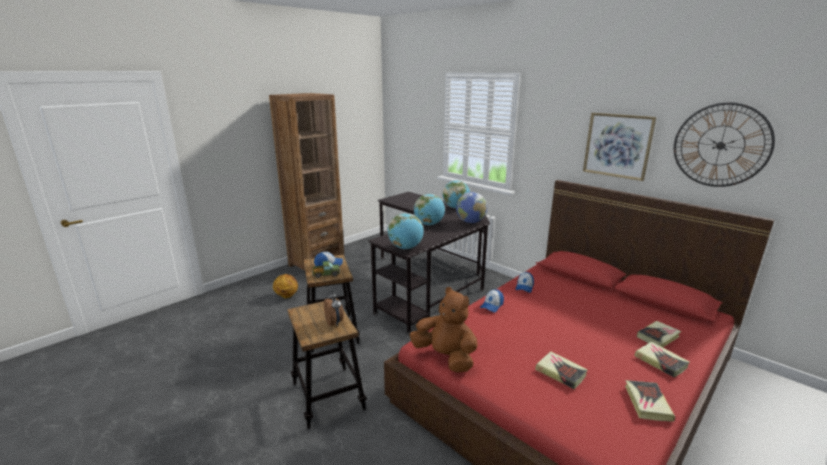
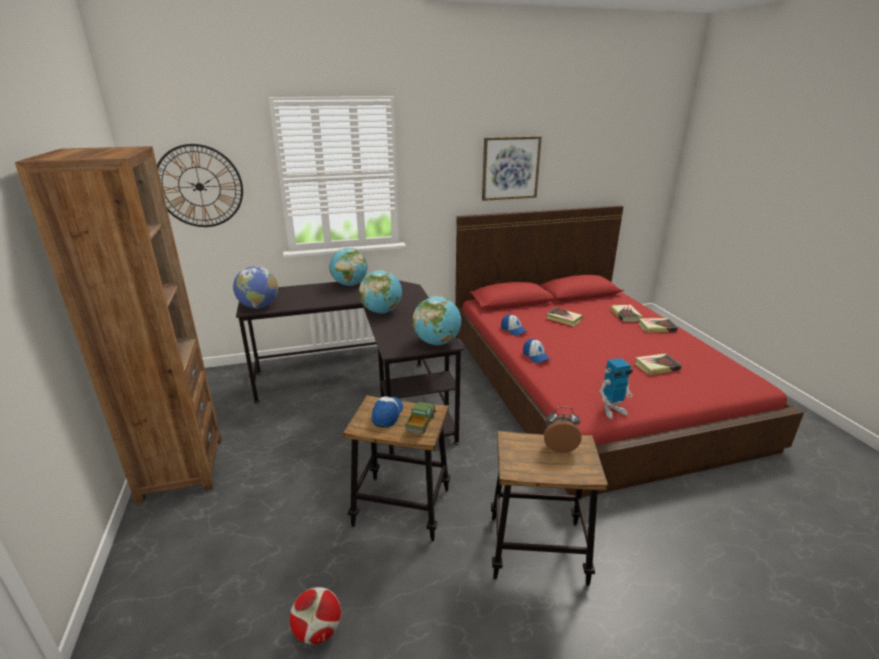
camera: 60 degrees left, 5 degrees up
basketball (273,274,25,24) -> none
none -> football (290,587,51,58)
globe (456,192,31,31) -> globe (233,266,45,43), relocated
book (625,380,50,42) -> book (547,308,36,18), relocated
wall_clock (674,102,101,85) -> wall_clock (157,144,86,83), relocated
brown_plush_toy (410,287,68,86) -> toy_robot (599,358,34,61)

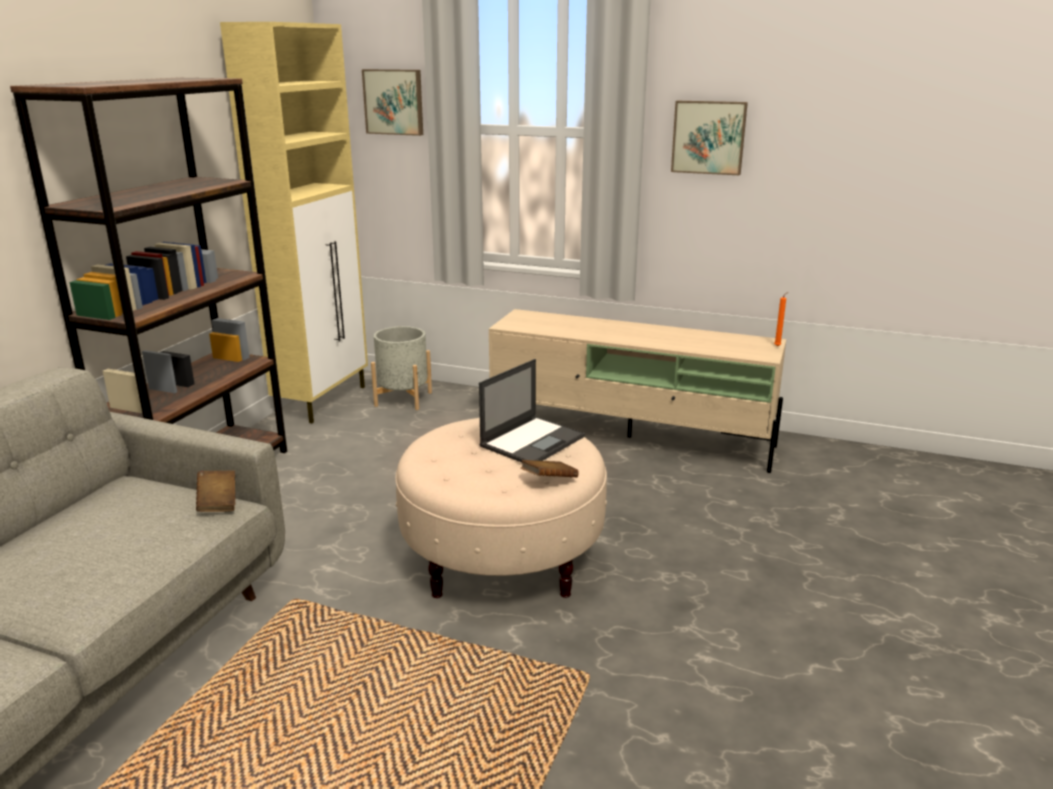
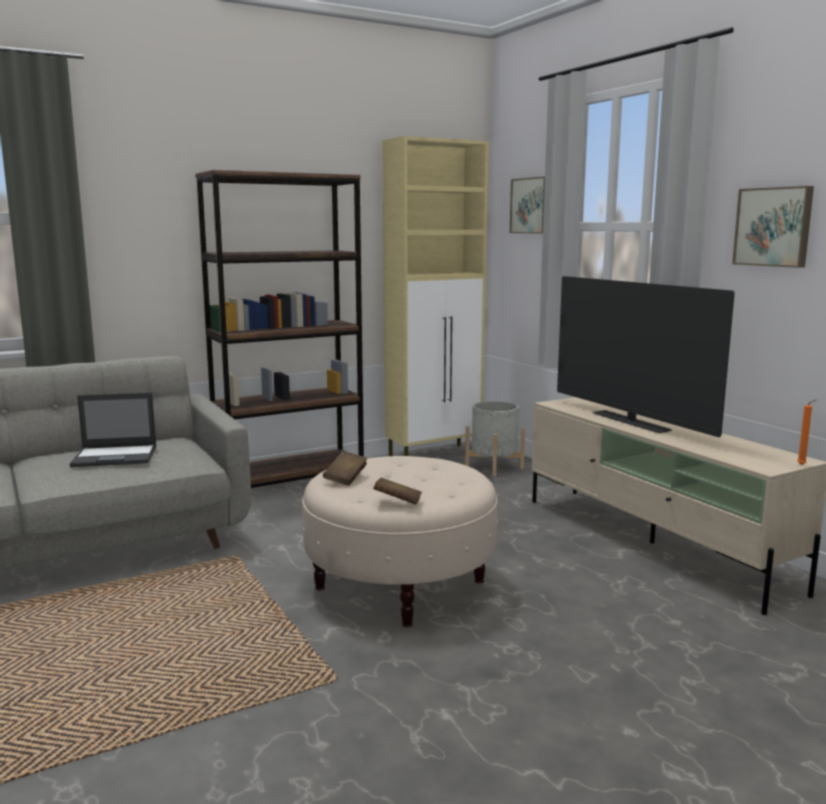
camera: 40 degrees right, 10 degrees down
none -> television (557,276,178,161)
brown_book (196,471,39,41) -> brown_book (323,451,45,35), relocated
laptop (479,359,106,103) -> laptop (69,393,87,74), relocated

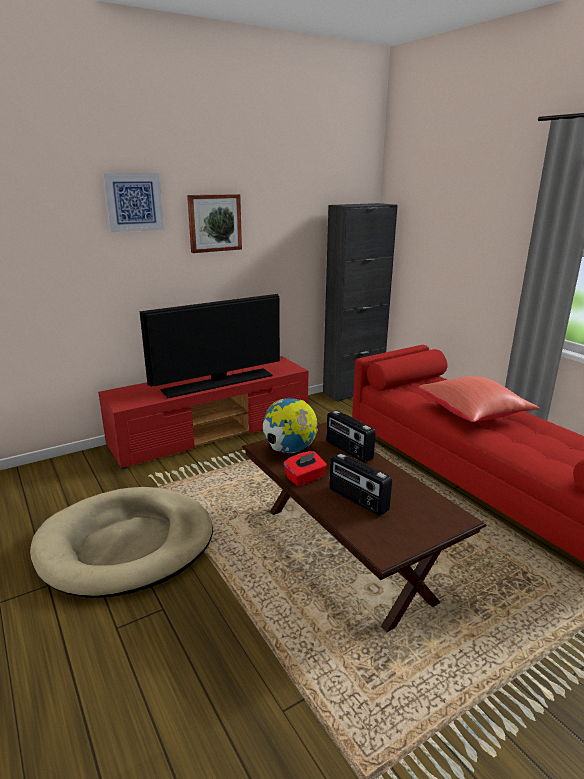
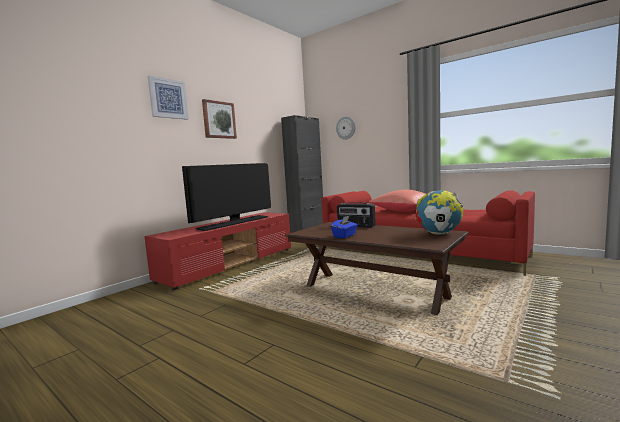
camera: 20 degrees left, 15 degrees down
beige_dog_bed (30,487,183,111) -> none
radio (329,453,63,63) -> none
none -> wall_clock (336,116,19,24)
globe (263,398,55,55) -> globe (415,190,48,45), relocated
red_tissue_box (284,451,43,35) -> blue_tissue_box (331,215,27,24)

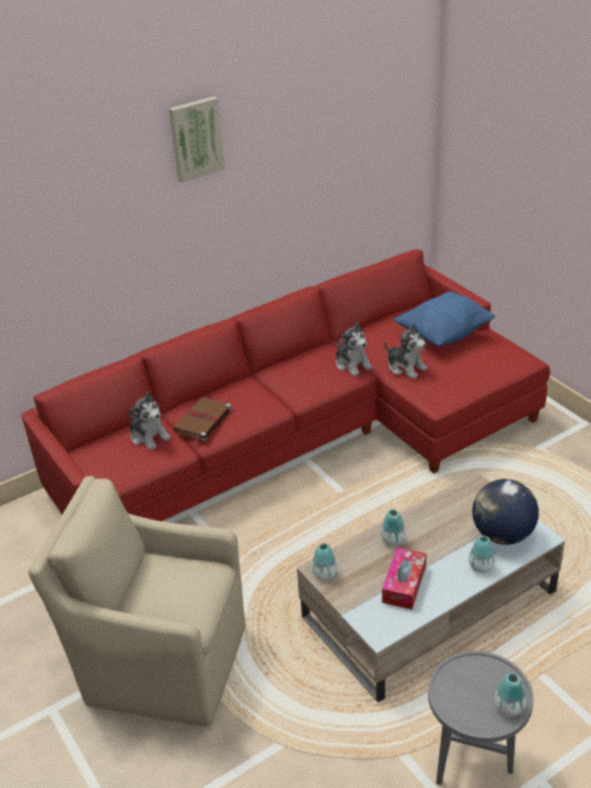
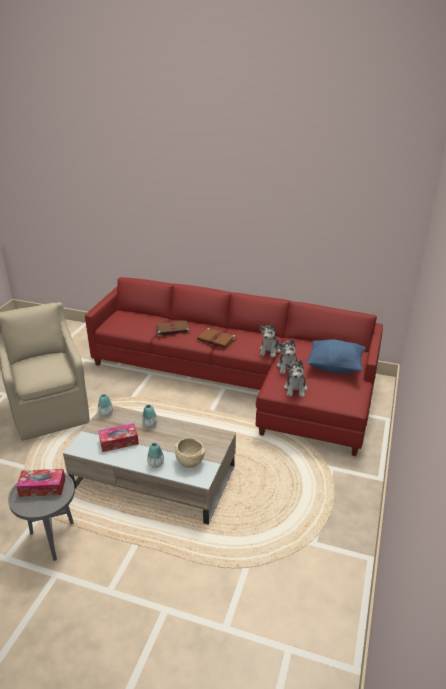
camera: 50 degrees right, 5 degrees down
picture (169,96,56,87) -> none
vase (494,673,32,43) -> none
none -> tissue_box (16,469,49,28)
none -> brown_book (197,328,38,20)
plush_toy (128,392,43,58) -> plush_toy (284,360,24,37), relocated
globe (472,479,67,66) -> beige_bowl (175,438,30,30)

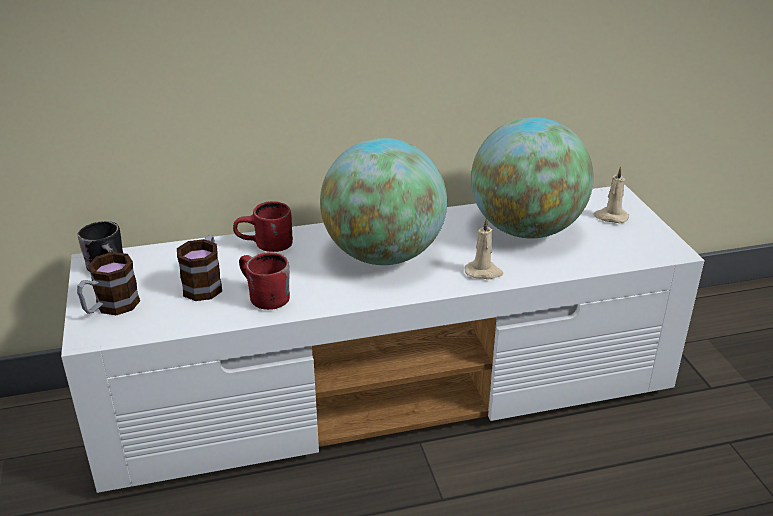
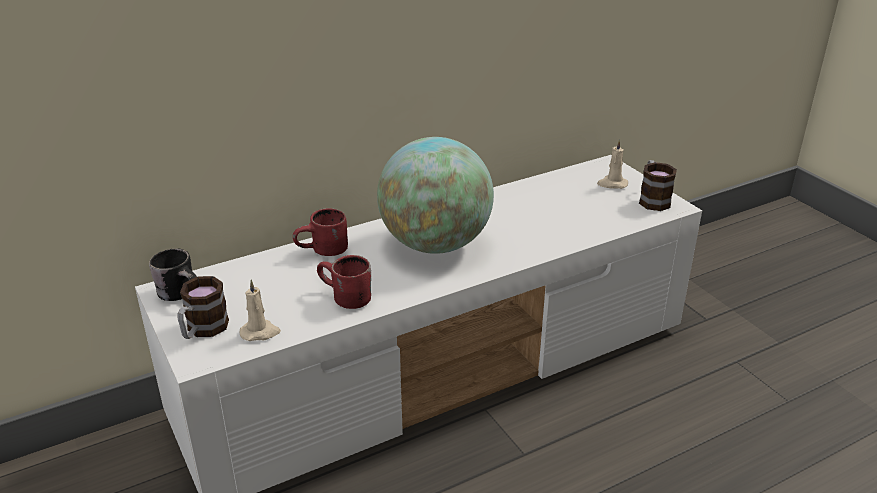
camera: 15 degrees left, 0 degrees up
globe (471,117,123,122) -> none
mug (177,235,45,66) -> mug (639,160,38,51), relocated
beige_candle (465,218,39,61) -> beige_candle (240,279,41,62), relocated

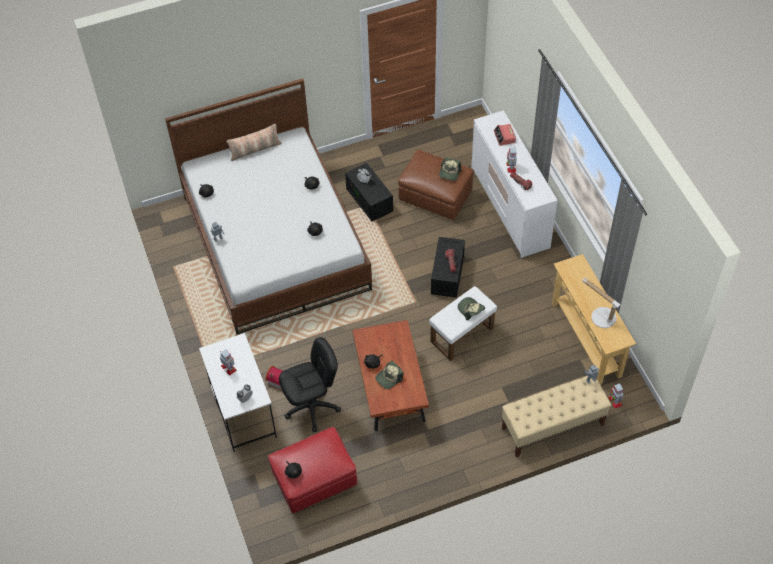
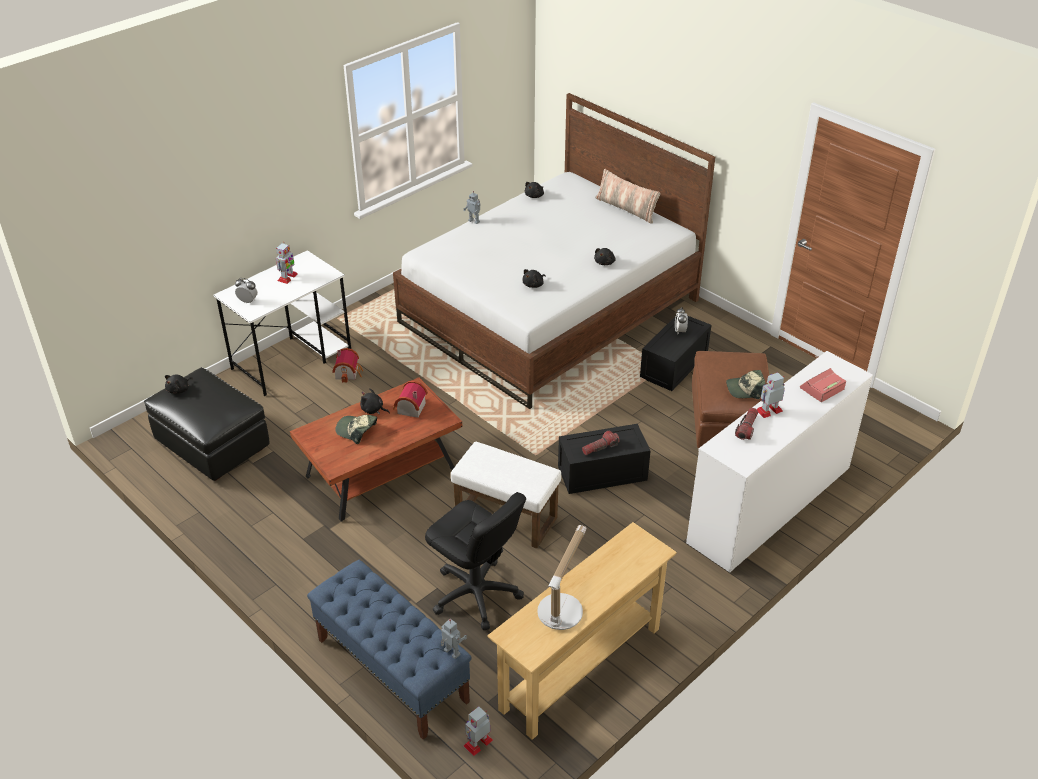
camera: 65 degrees right, 15 degrees down
cap (458,297,27,24) -> none
none -> toy_house (393,381,35,37)
black_office_chair (279,337,62,95) -> black_office_chair (425,492,101,138), relocated
red_ottoman (268,427,89,86) -> black_ottoman (144,367,125,114)
beige_bench (502,376,109,82) -> blue_bench (307,560,165,180)

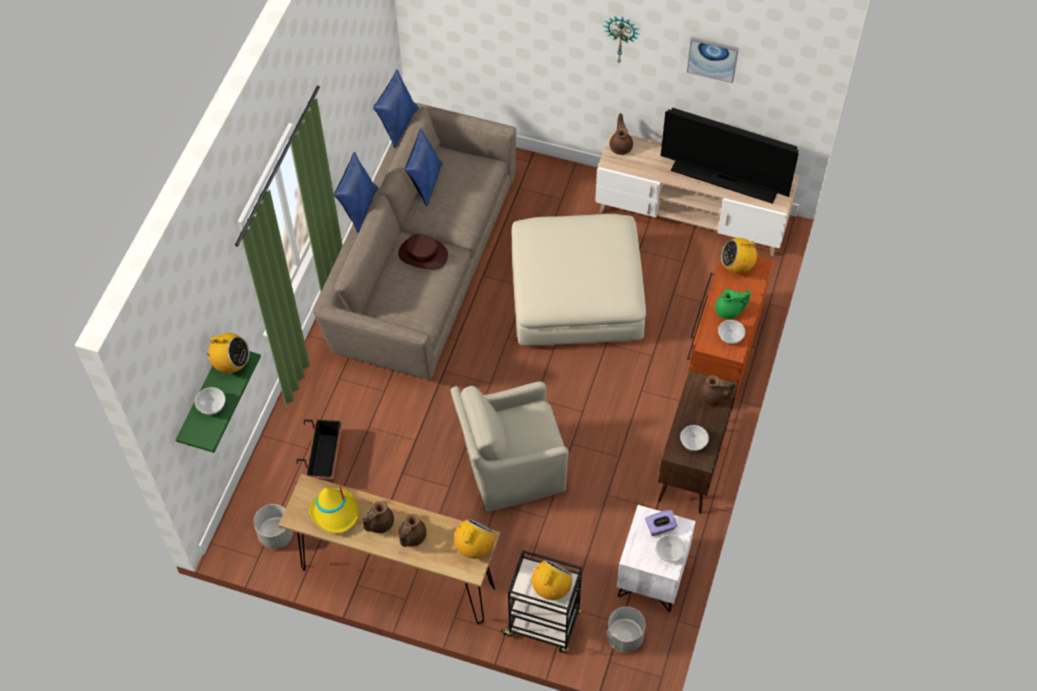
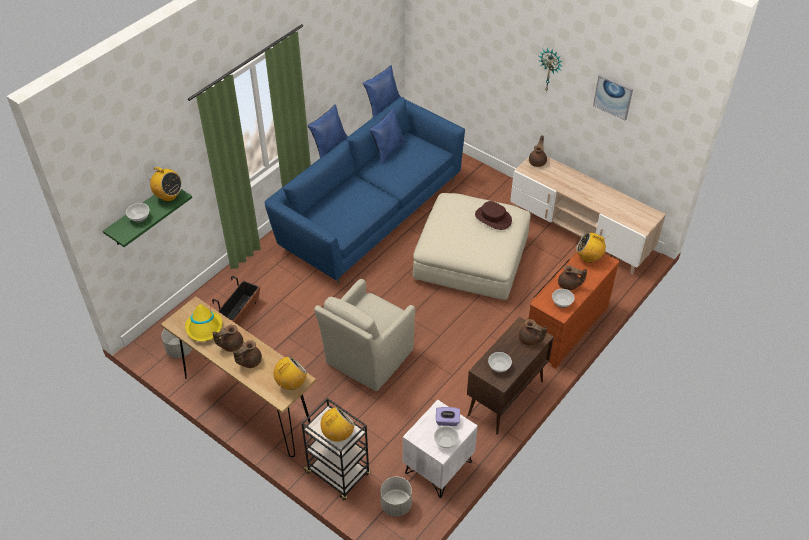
camera: 20 degrees right, 10 degrees down
television (661,108,138,96) -> none
brown_hat (398,234,50,36) -> brown_hat (475,201,37,29), relocated
beige_sofa (313,103,203,277) -> blue_sofa (265,97,200,186)
green_teapot (715,289,36,30) -> brown_teapot (558,265,29,25)
beige_armchair (451,381,118,131) -> beige_armchair (314,279,101,112), 60 degrees counterclockwise

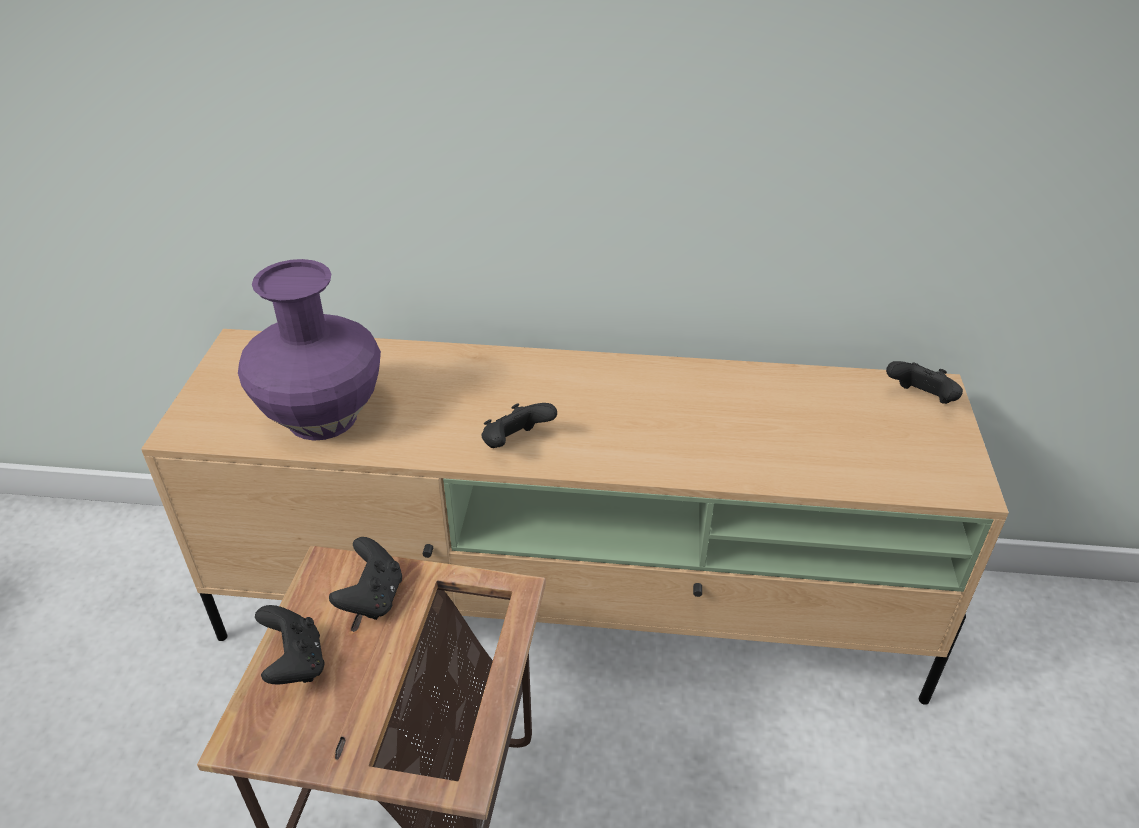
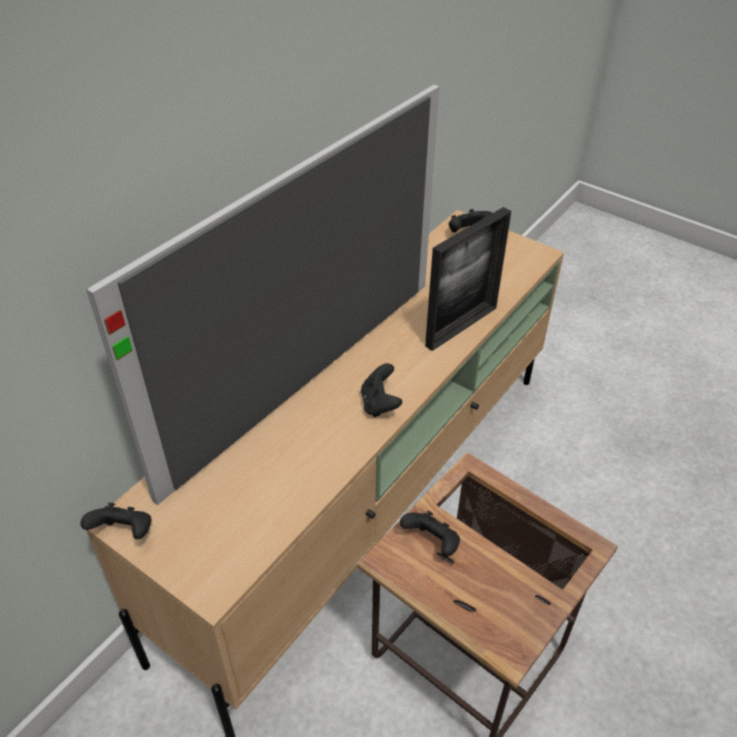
camera: 60 degrees left, 5 degrees up
purple_vase (238,259,143,181) -> none
none -> television (86,84,354,421)
none -> picture_frame (425,207,86,144)
black_game_controller (255,605,69,79) -> black_game_controller (80,503,71,36), relocated

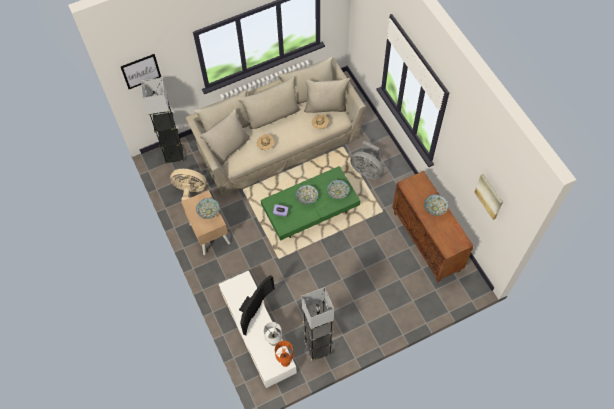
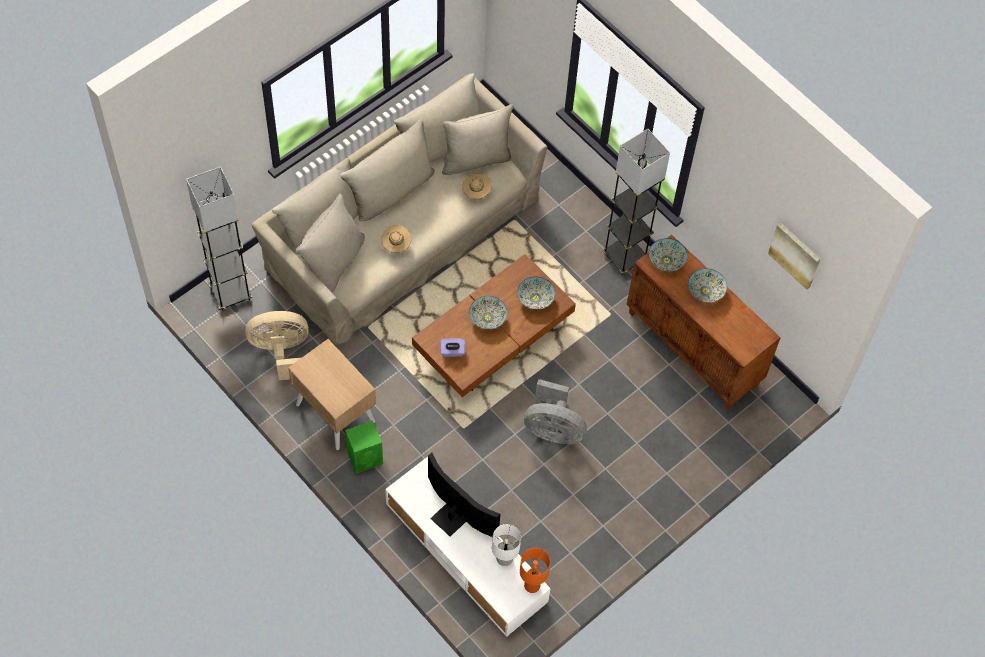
camera: 20 degrees left, 0 degrees up
picture (121,54,40,35) -> none
none -> green_speaker (345,421,38,53)
bowl (196,198,24,21) -> bowl (649,238,38,33), relocated
grey_floor_lamp (301,287,33,74) -> grey_floor_lamp (602,129,68,146), relocated
grey_fan (350,141,34,39) -> grey_fan (524,379,63,65), relocated
green_coffee_table (261,166,99,75) -> brown_coffee_table (412,254,164,143)
television (239,275,36,61) -> television (428,452,72,85), 60 degrees counterclockwise

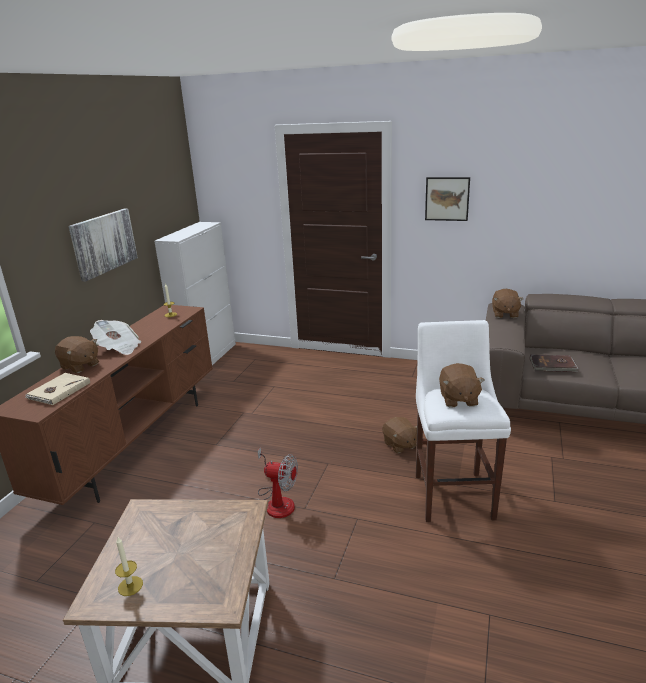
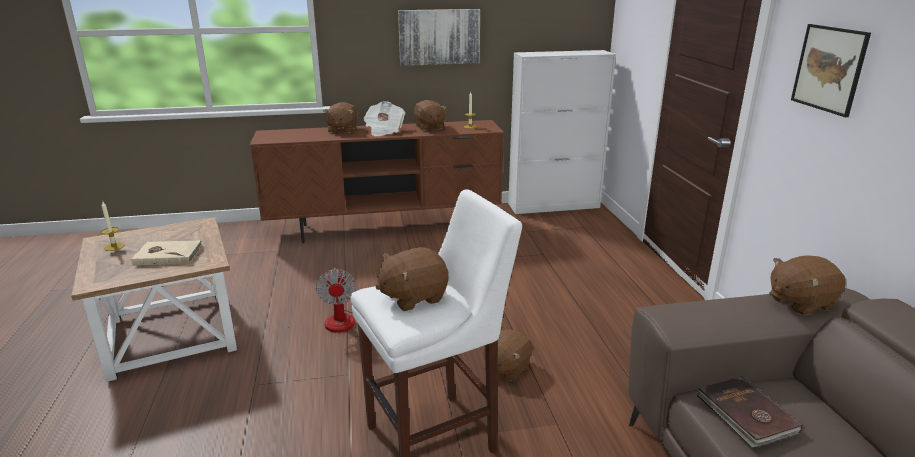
camera: 60 degrees right, 0 degrees up
none -> brown_plush_toy (414,100,33,31)
beige_book (25,373,65,32) -> beige_book (131,240,72,26), relocated

